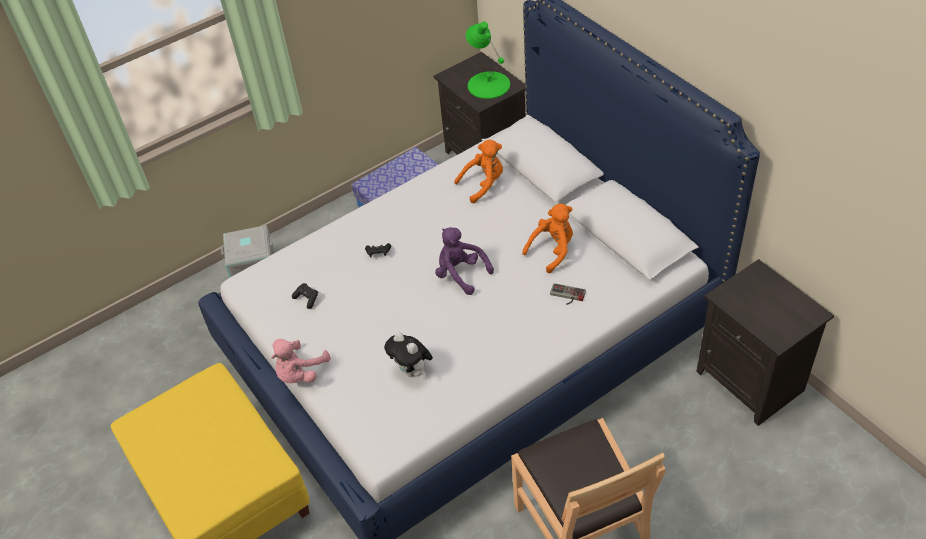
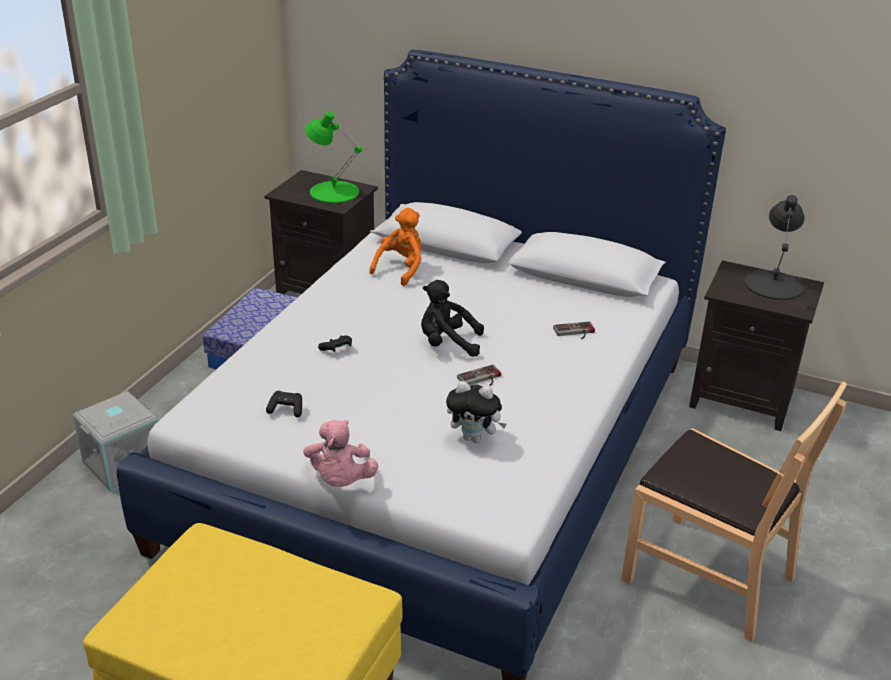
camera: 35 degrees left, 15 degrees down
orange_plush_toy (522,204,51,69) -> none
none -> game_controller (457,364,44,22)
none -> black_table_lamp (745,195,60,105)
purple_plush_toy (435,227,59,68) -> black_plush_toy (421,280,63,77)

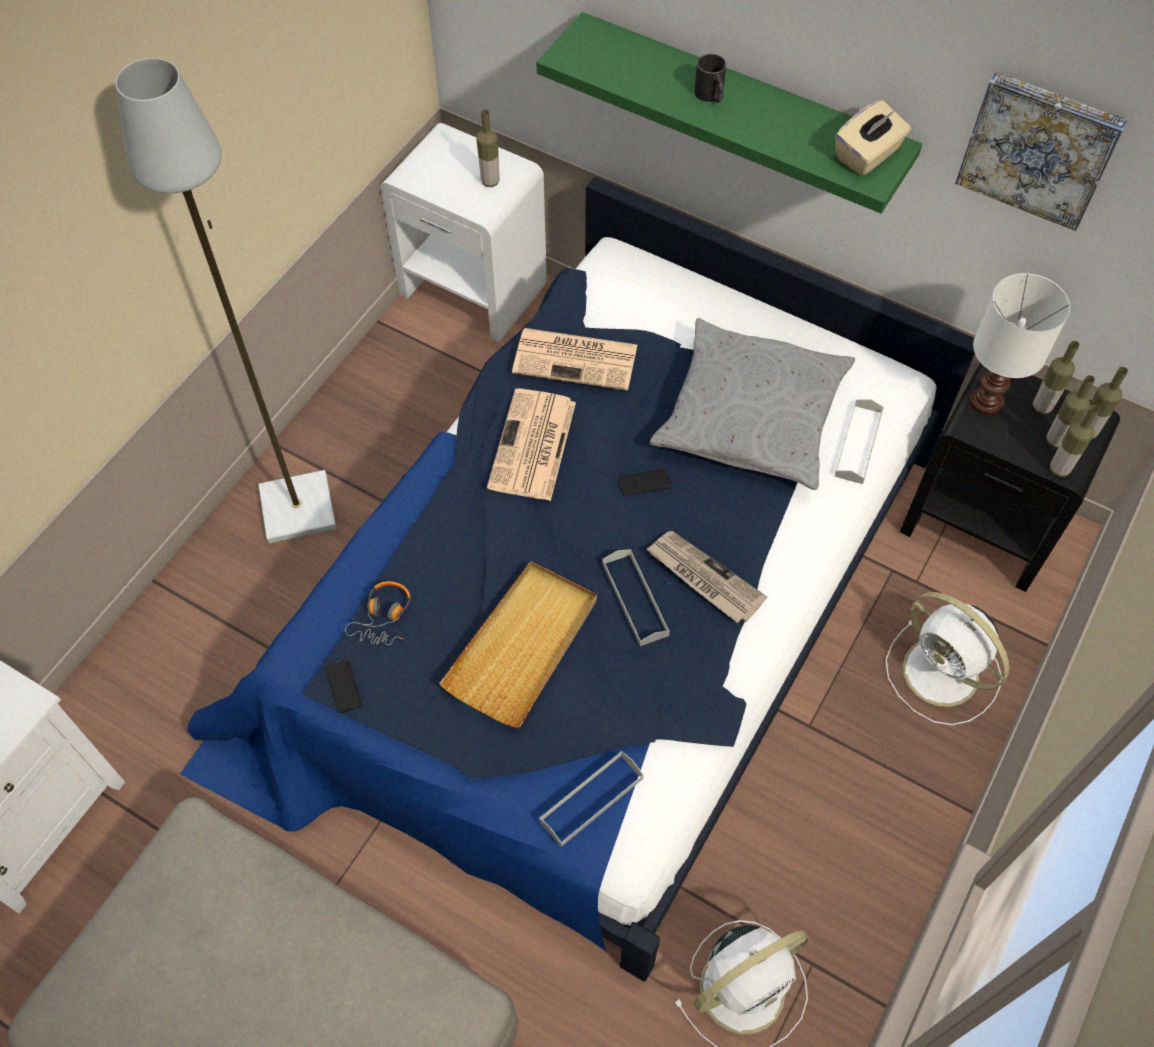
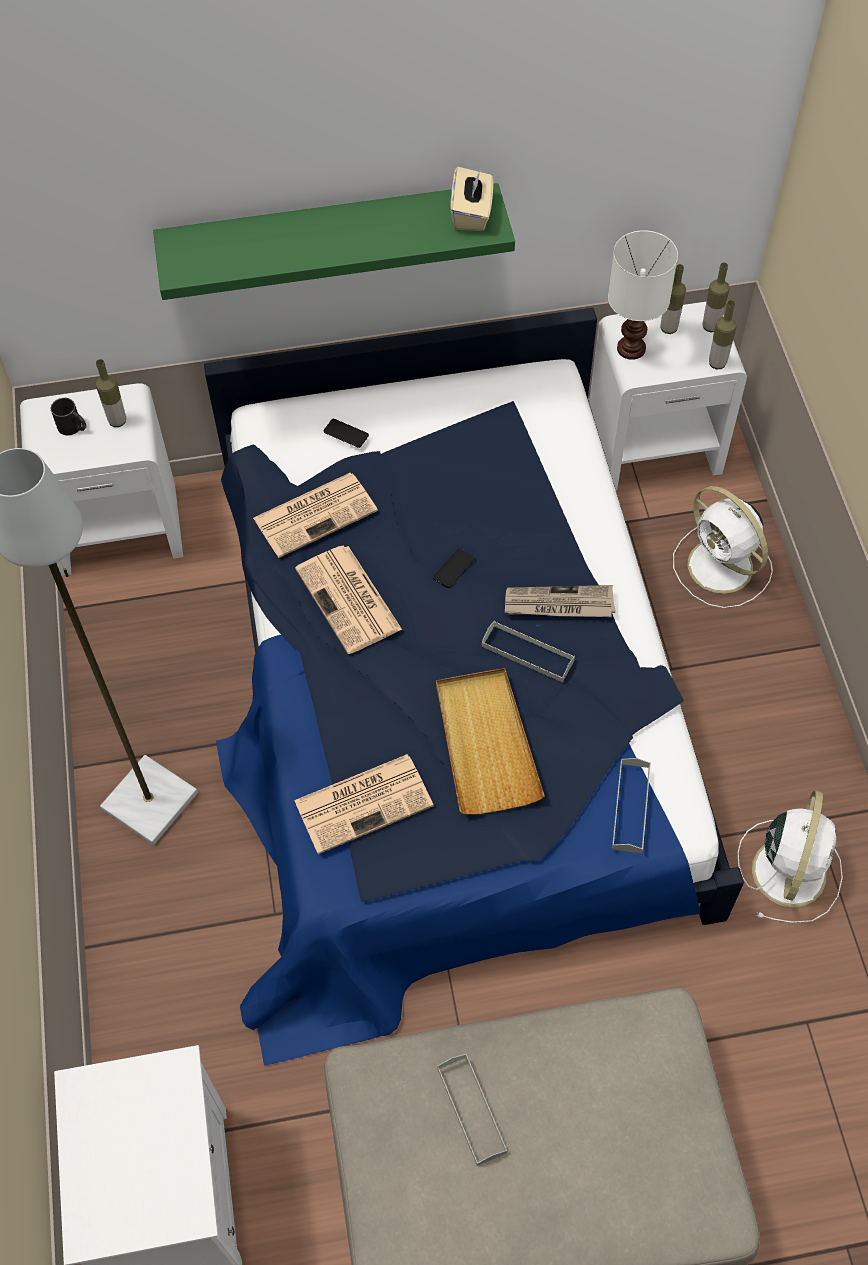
camera: 40 degrees left, 0 degrees up
grey_pillow (650,318,205,172) -> none
picture (955,72,173,159) -> none
bottle (1046,375,49,73) -> none
phone (325,660,37,53) -> phone (324,419,45,29), relocated
black_mug (694,54,32,49) -> black_mug (51,398,35,37), relocated
grey_tray (834,399,50,85) -> grey_tray (437,1054,70,112), relocated
headphones (345,581,66,64) -> newspaper (294,754,140,100)
black_nightstand (900,362,220,230) -> white_nightstand (589,302,158,188)
white_fan (885,592,125,134) -> white_fan (673,486,100,122), 45 degrees clockwise

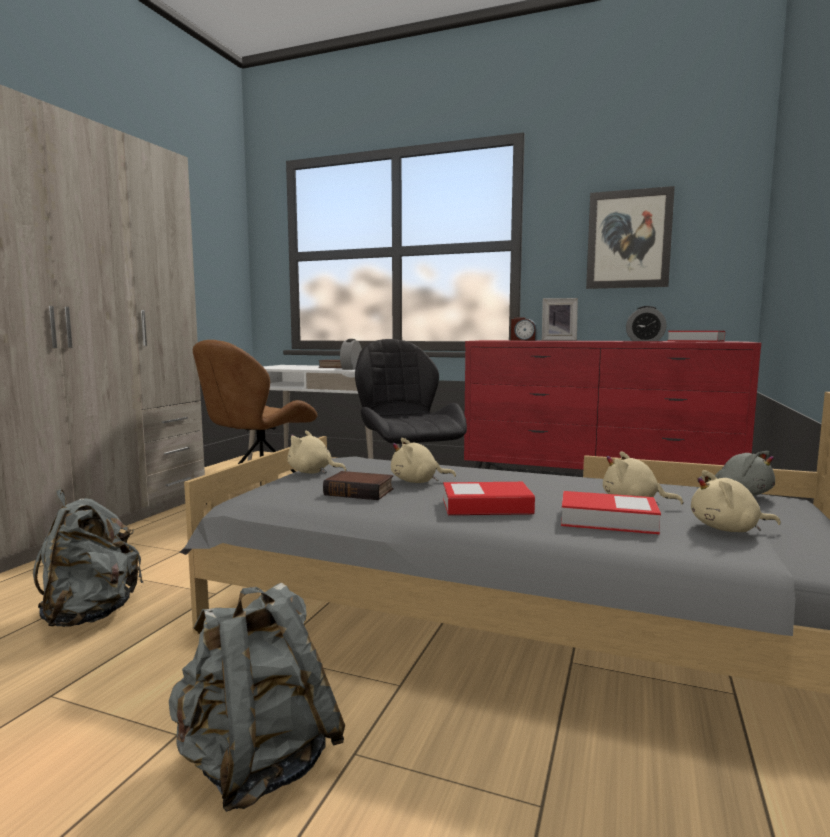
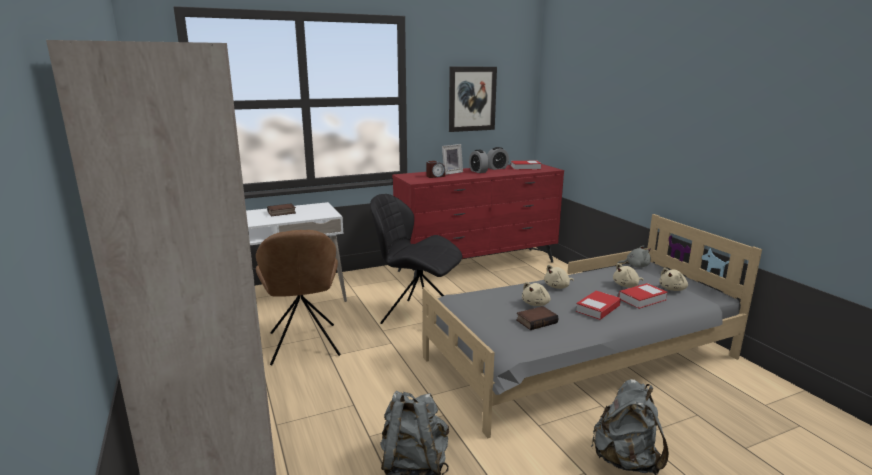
camera: 45 degrees left, 10 degrees up
beige_plush_toy (287,431,60,43) -> beige_plush_toy (544,265,30,24), relocated
alarm_clock (340,339,22,31) -> alarm_clock (469,150,20,23), relocated

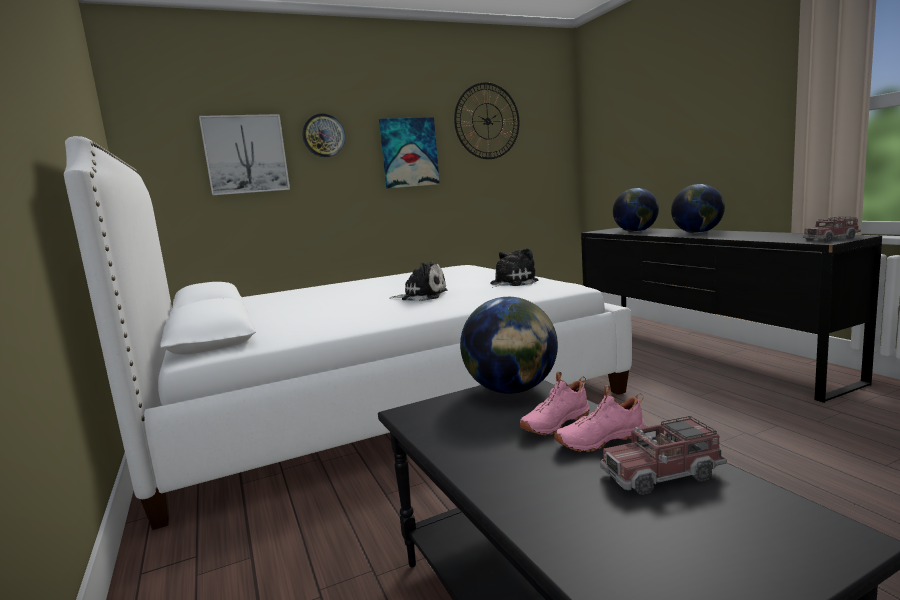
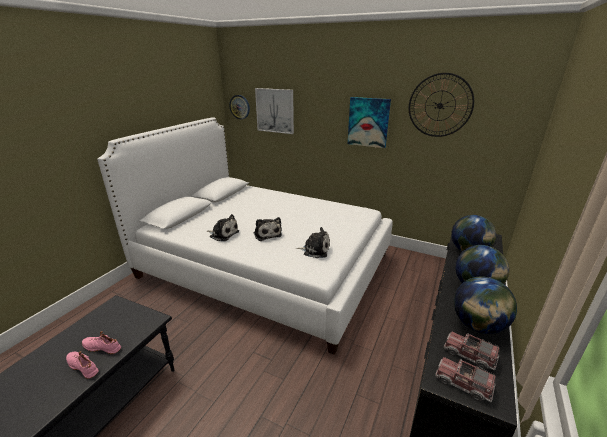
camera: 50 degrees right, 15 degrees up
none -> plush_toy (206,214,33,27)
wall_clock (302,113,43,44) -> wall_clock (230,95,20,24), relocated
globe (460,297,98,97) -> globe (454,277,63,57), relocated
toy_truck (600,416,127,79) -> toy_truck (444,332,55,39), relocated

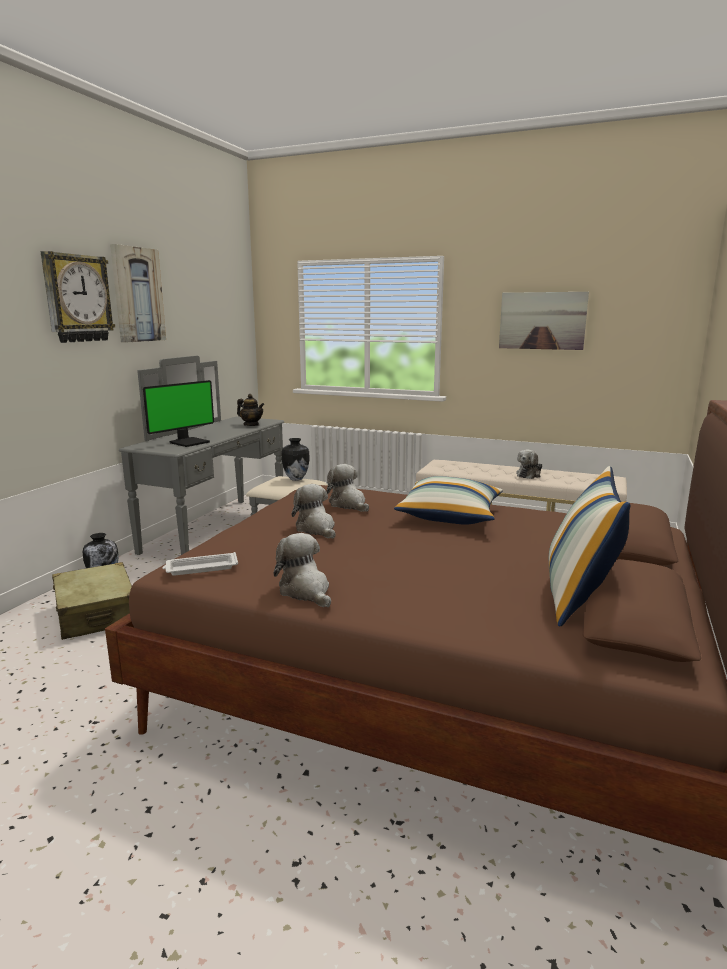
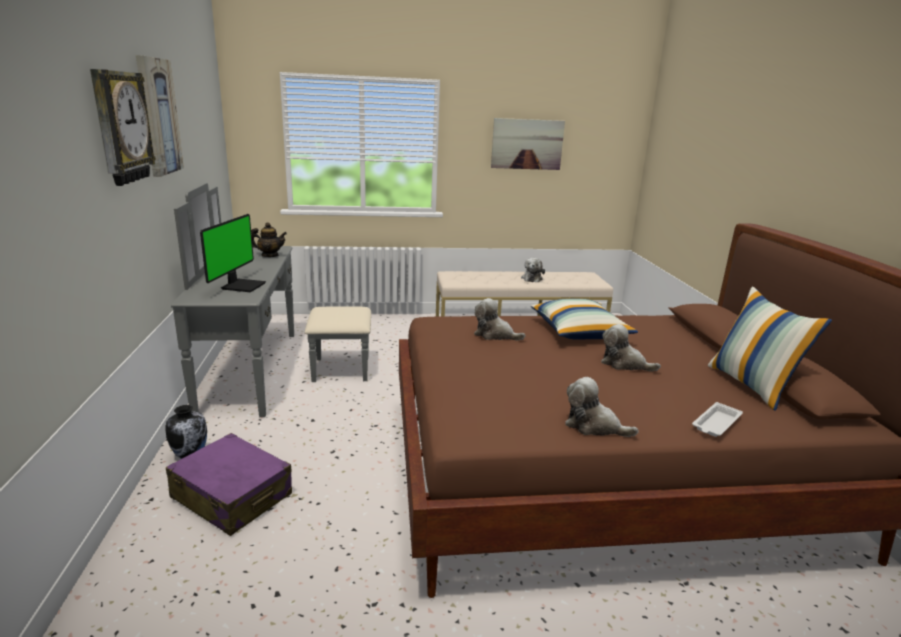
camera: 30 degrees left, 5 degrees up
vase (281,438,29,43) -> none
white_tray (162,552,76,24) -> white_tray (692,402,51,35), relocated
plush_toy (292,484,44,55) -> plush_toy (601,324,60,47), relocated
beige_suitcase (52,562,80,78) -> purple_suitcase (166,433,126,103)

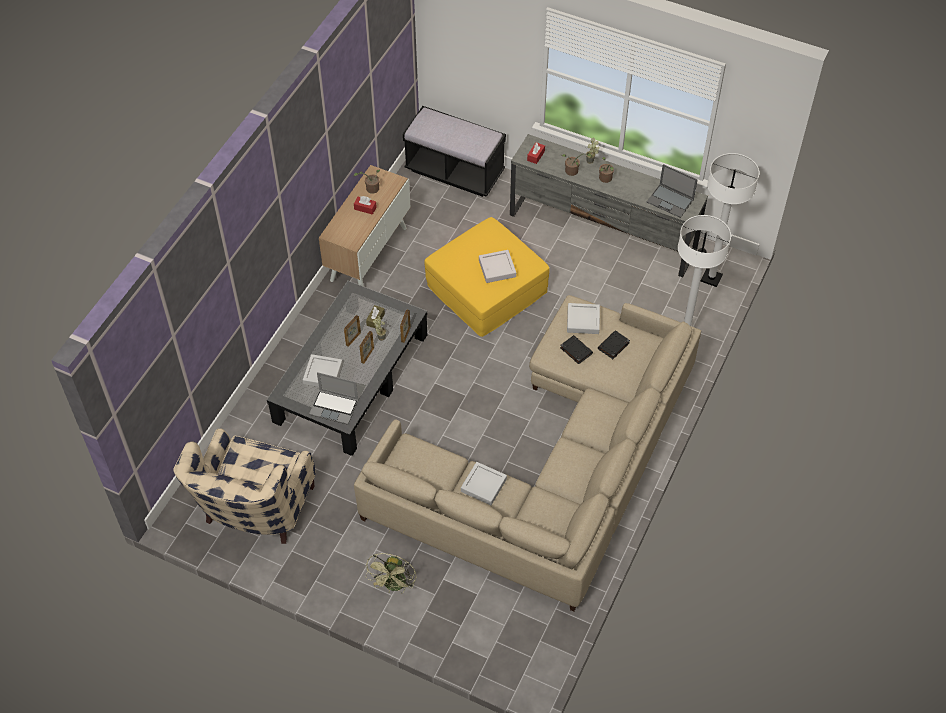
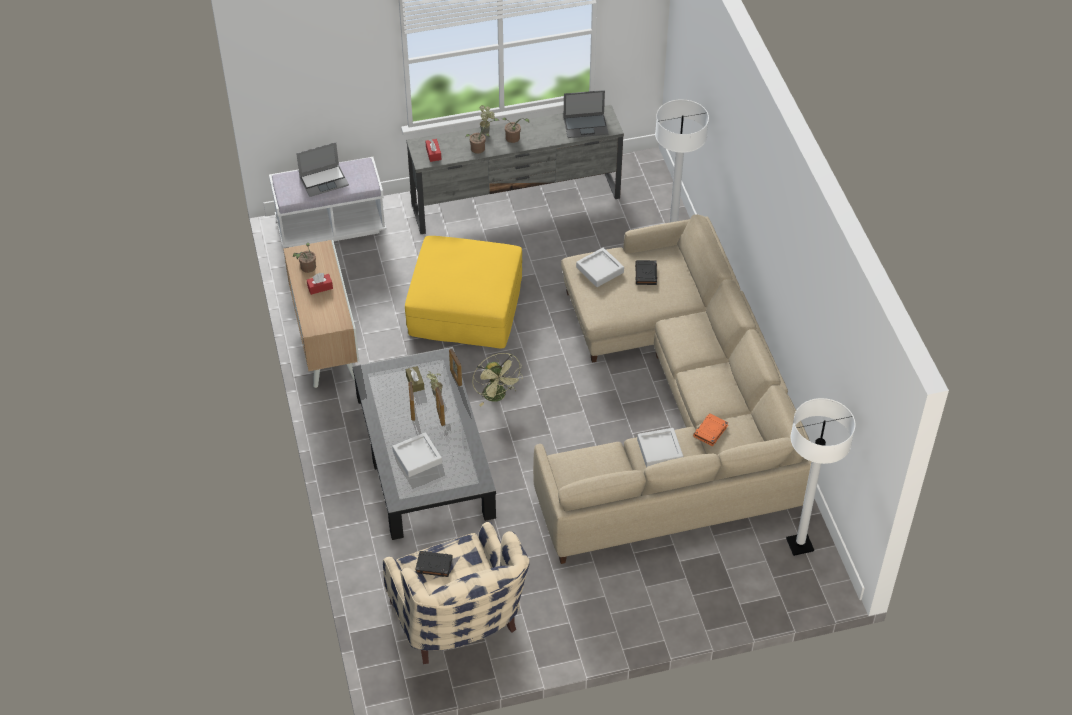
camera: 40 degrees left, 5 degrees down
grey_tray (479,250,37,33) -> none
none -> orange_book (693,413,36,33)
laptop (309,372,50,53) -> laptop (296,142,53,55), relocated
green_fan (365,553,51,41) -> green_fan (472,353,51,53), relocated
black_book (560,335,33,29) -> black_book (415,551,38,26), relocated
white_floor_lamp (701,153,58,134) -> white_floor_lamp (786,398,69,158), relocated
black_bench (403,106,103,91) -> white_bench (269,157,118,91)

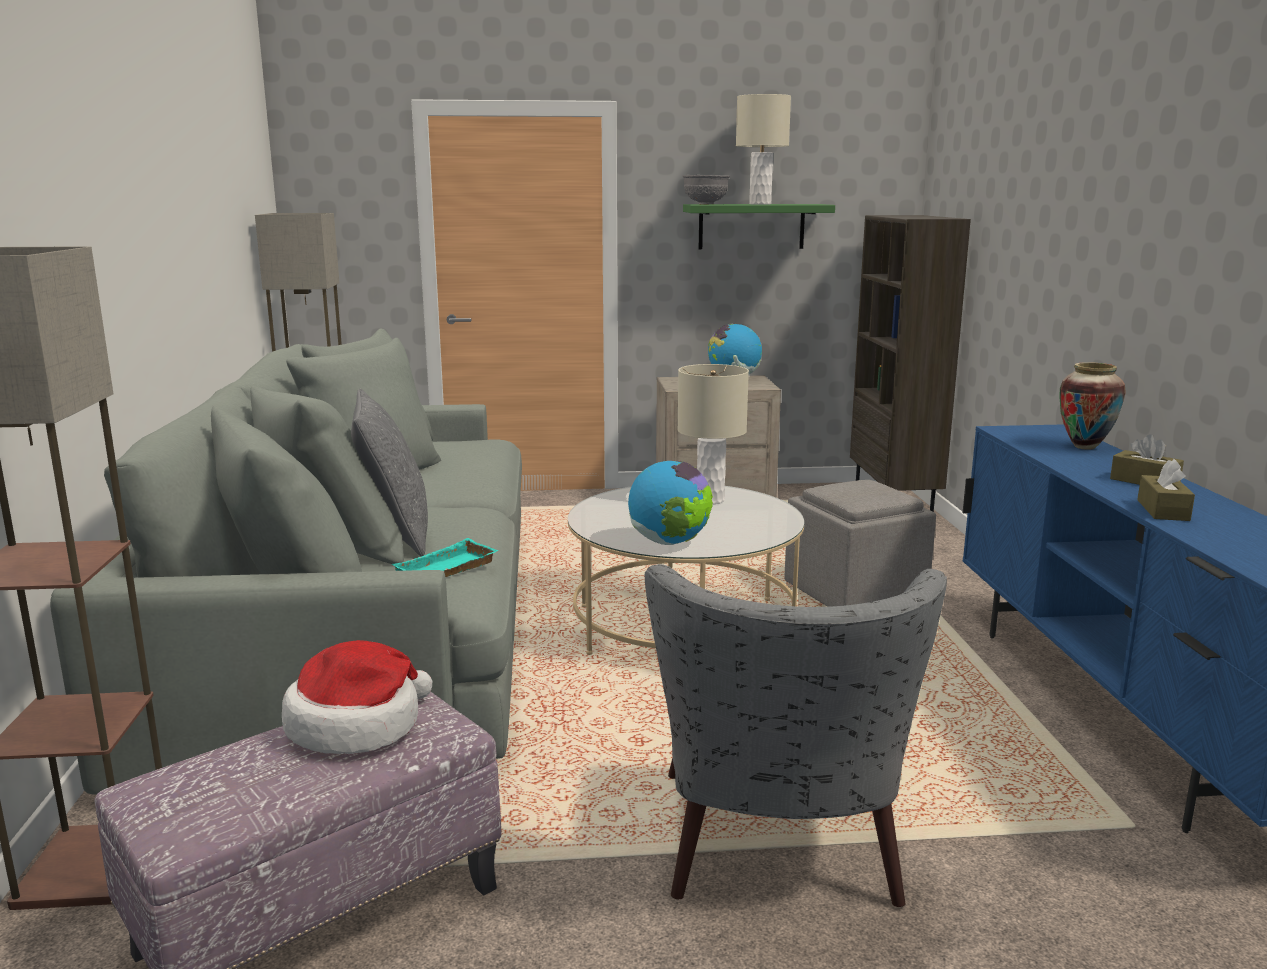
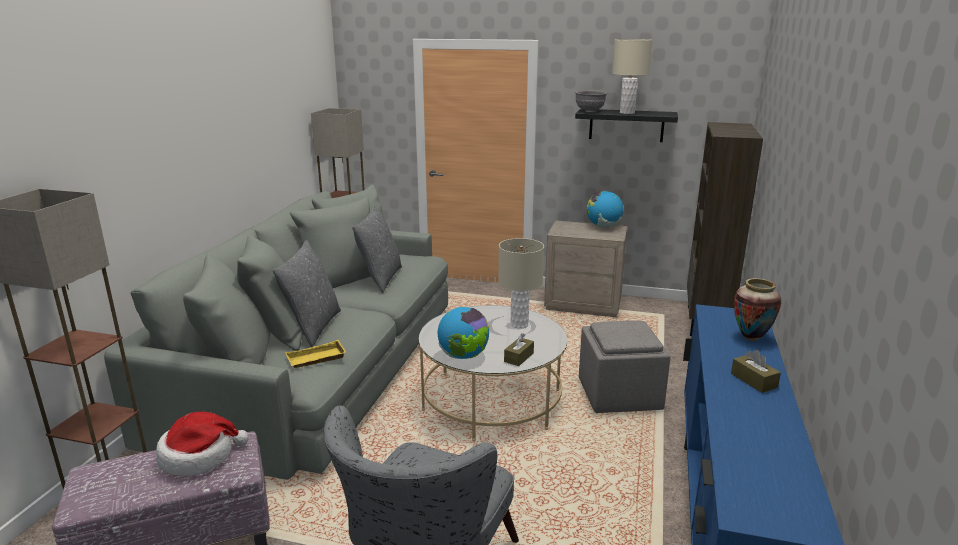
camera: 20 degrees right, 5 degrees up
none -> grey_pillow (352,206,50,87)
brown_tissue_box (1137,459,58,62) -> brown_tissue_box (504,333,30,33), relocated
turquoise_tray (391,538,108,39) -> yellow_tray (285,340,61,28)
green_shelf (683,204,152,45) -> black_shelf (575,109,103,33)

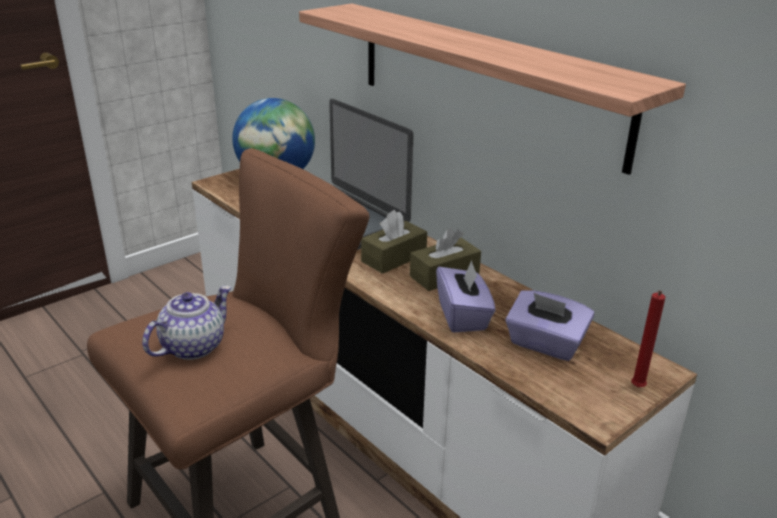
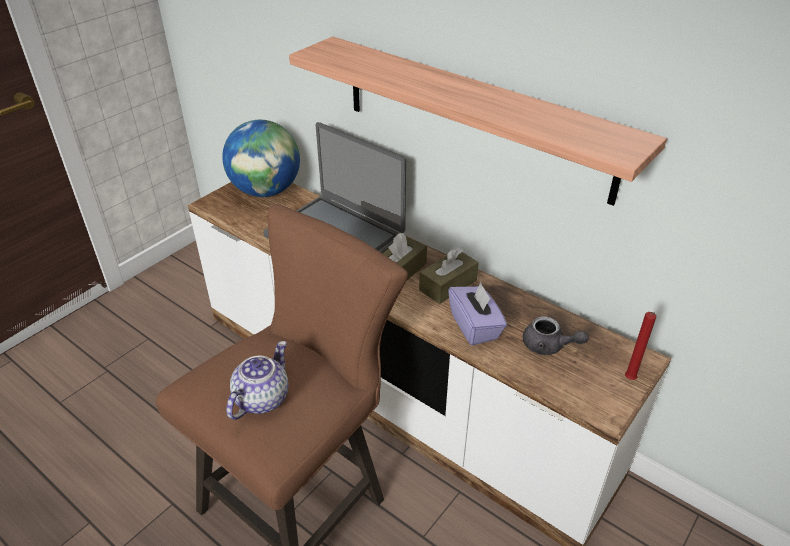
camera: 10 degrees left, 10 degrees up
purple_tissue_box (505,290,89,71) -> grey_teapot (523,316,66,39)

